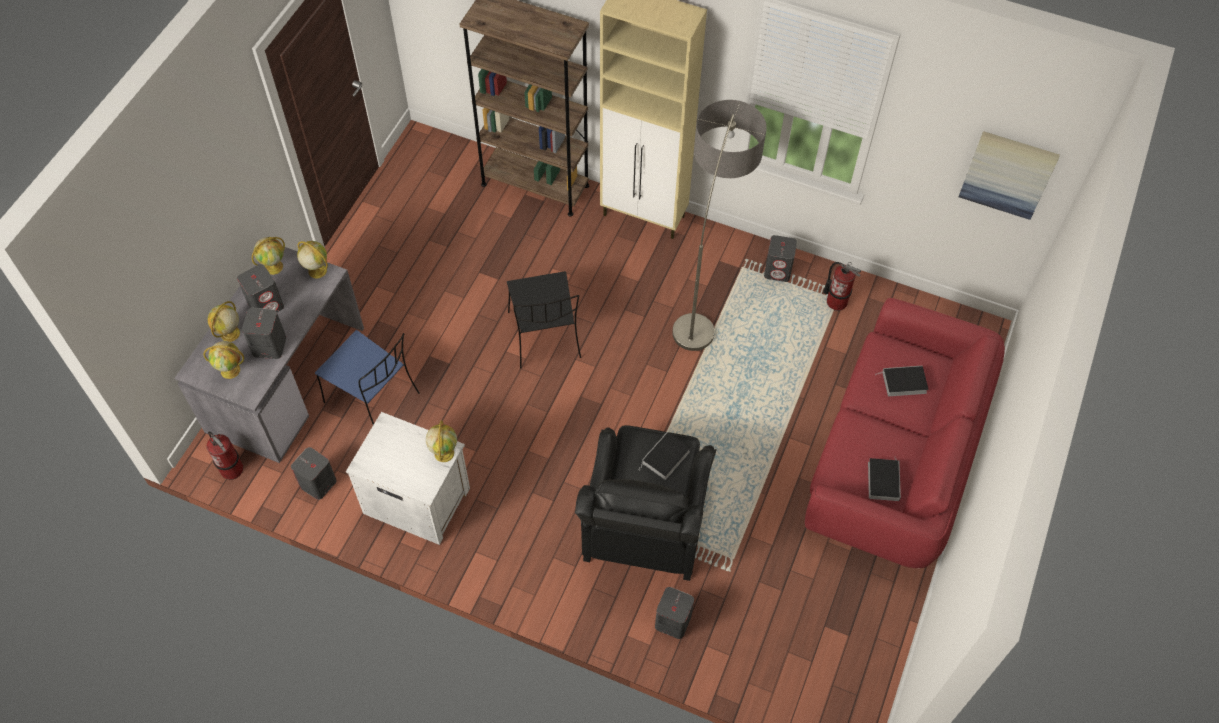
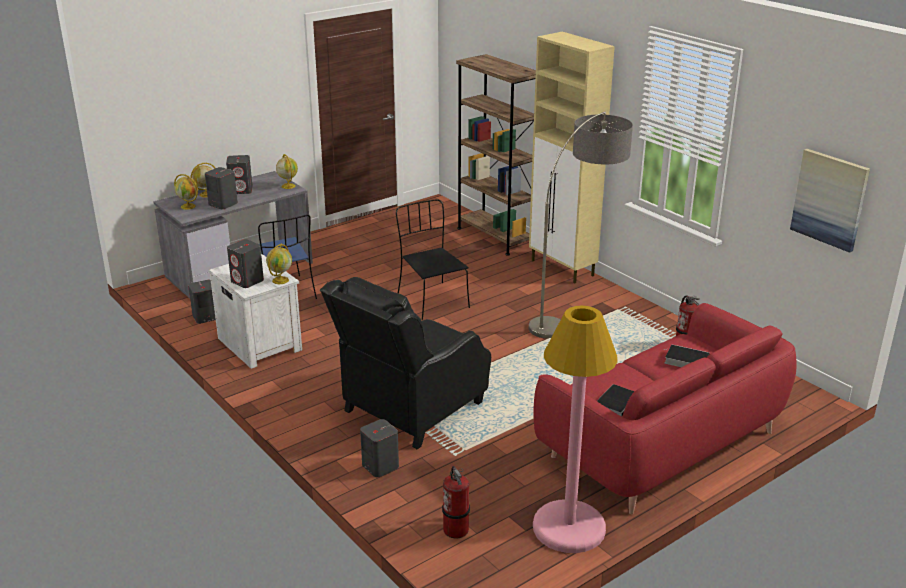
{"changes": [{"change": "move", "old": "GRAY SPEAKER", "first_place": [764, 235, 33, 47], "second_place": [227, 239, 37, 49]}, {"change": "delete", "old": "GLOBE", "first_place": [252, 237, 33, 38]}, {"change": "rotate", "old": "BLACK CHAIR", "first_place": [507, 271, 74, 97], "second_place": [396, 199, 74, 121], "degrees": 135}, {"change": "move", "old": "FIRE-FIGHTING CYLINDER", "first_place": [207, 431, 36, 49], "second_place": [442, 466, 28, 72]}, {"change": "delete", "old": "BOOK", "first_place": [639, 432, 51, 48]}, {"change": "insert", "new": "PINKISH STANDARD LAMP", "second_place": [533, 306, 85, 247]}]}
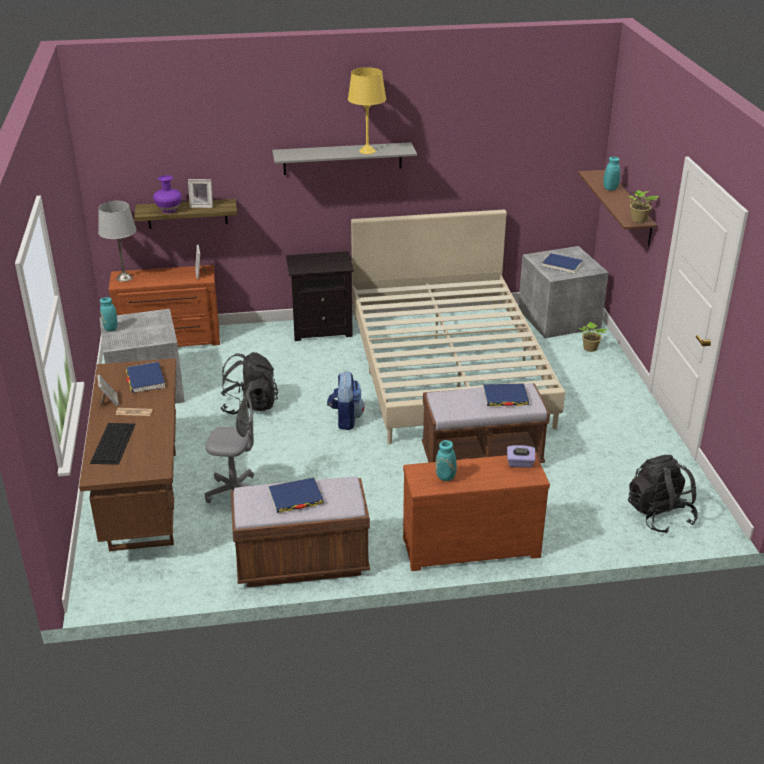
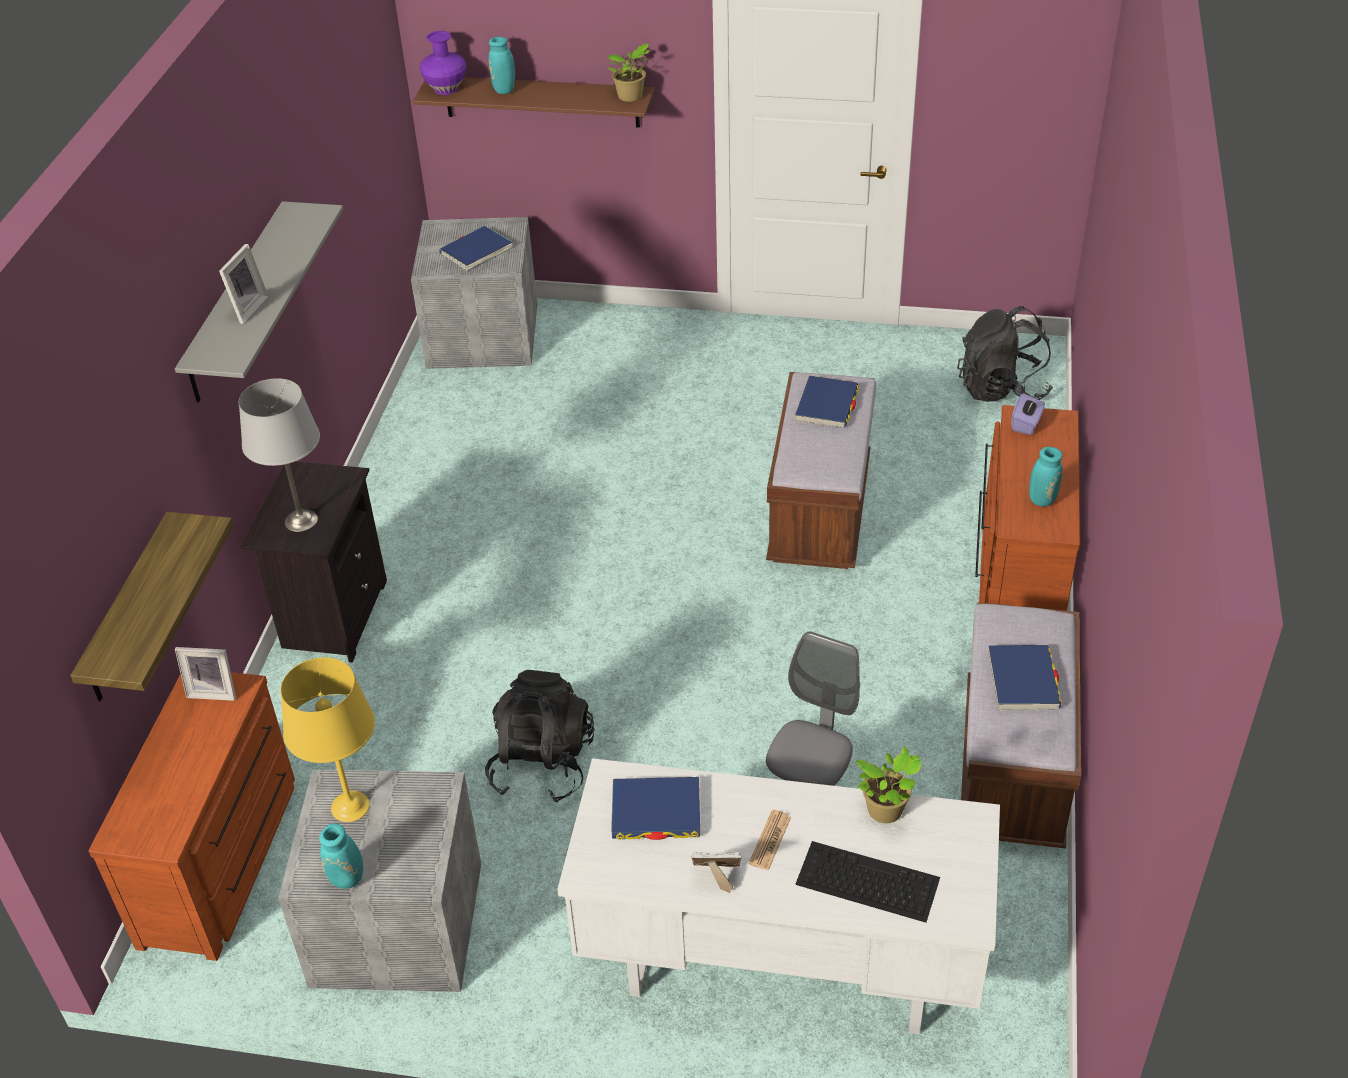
{"changes": [{"change": "move", "old": "YELLOWISH TABLE LAMP", "first_place": [348, 67, 38, 87], "second_place": [281, 657, 94, 165]}, {"change": "move", "old": "PURPLISH VASE", "first_place": [153, 175, 29, 38], "second_place": [419, 31, 47, 64]}, {"change": "move", "old": "PHOTO FRAME", "first_place": [188, 179, 25, 29], "second_place": [219, 244, 49, 80]}, {"change": "move", "old": "GRAY TABLE LAMP", "first_place": [98, 201, 39, 81], "second_place": [239, 378, 81, 154]}, {"change": "delete", "old": "SAND-COLOURED BEDROOM BED", "first_place": [351, 209, 214, 235]}, {"change": "move", "old": "POTTED PLANT", "first_place": [579, 322, 28, 30], "second_place": [856, 746, 65, 77]}, {"change": "recolor", "old": "BROWN DESK", "new": "WHITISH DESK", "first_place": [79, 358, 97, 194], "second_place": [557, 758, 443, 277]}, {"change": "delete", "old": "RUCKSACK", "first_place": [327, 372, 38, 58]}]}
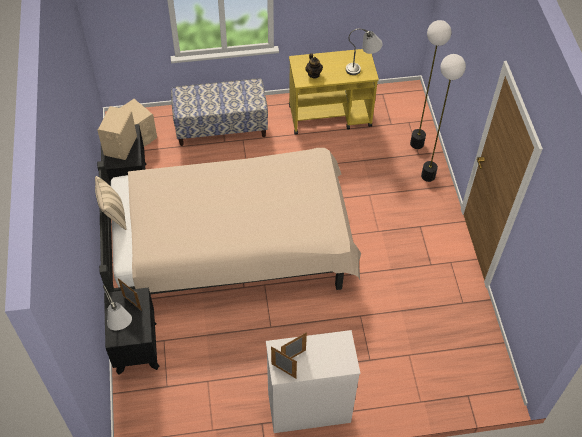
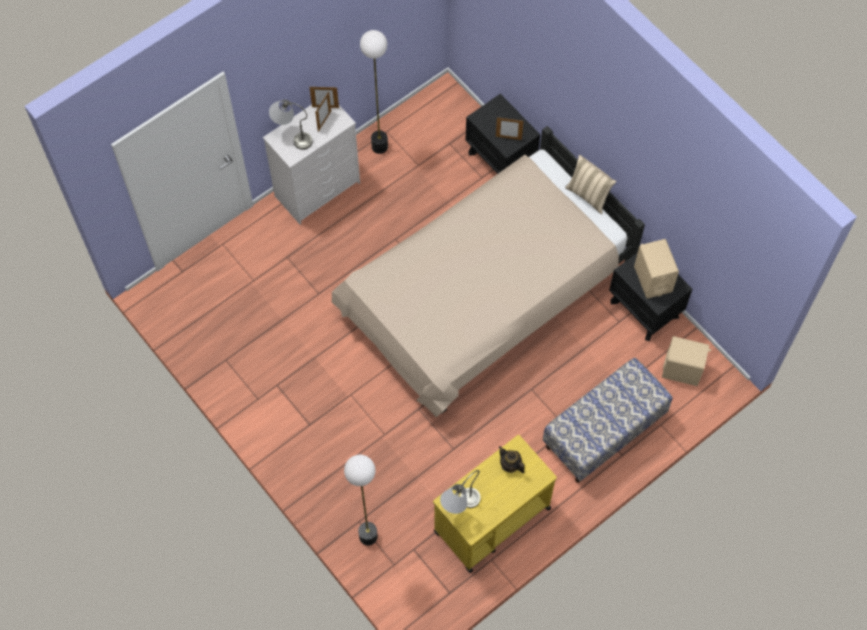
{"changes": [{"change": "move", "old": "STANDARD LAMP", "first_place": [421, 54, 45, 128], "second_place": [360, 30, 28, 124]}, {"change": "move", "old": "GRAY TABLE LAMP", "first_place": [103, 285, 29, 45], "second_place": [269, 99, 43, 51]}]}
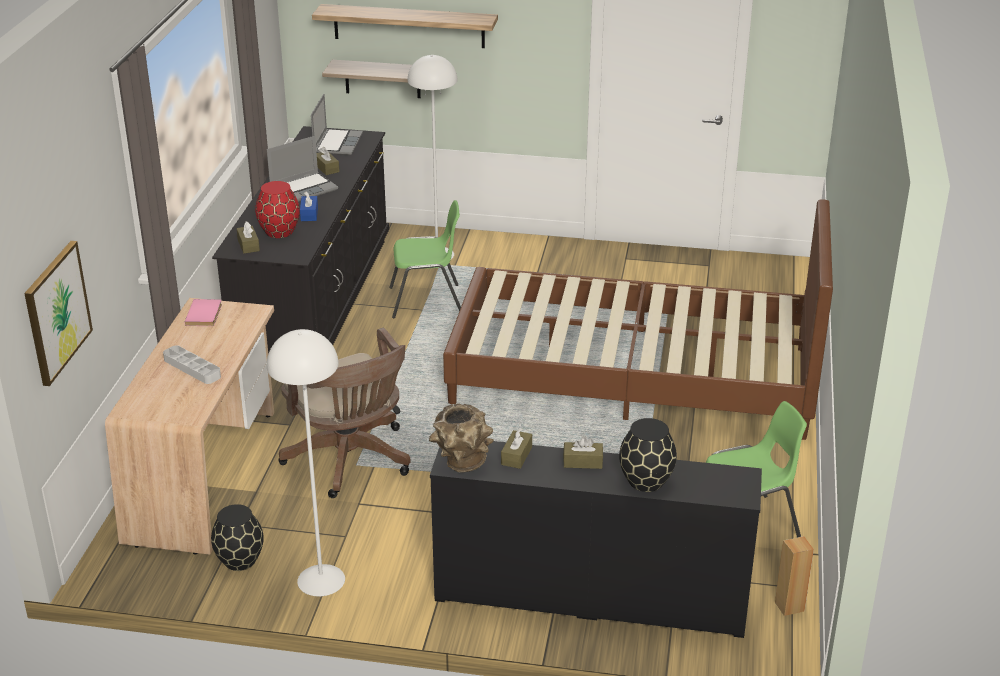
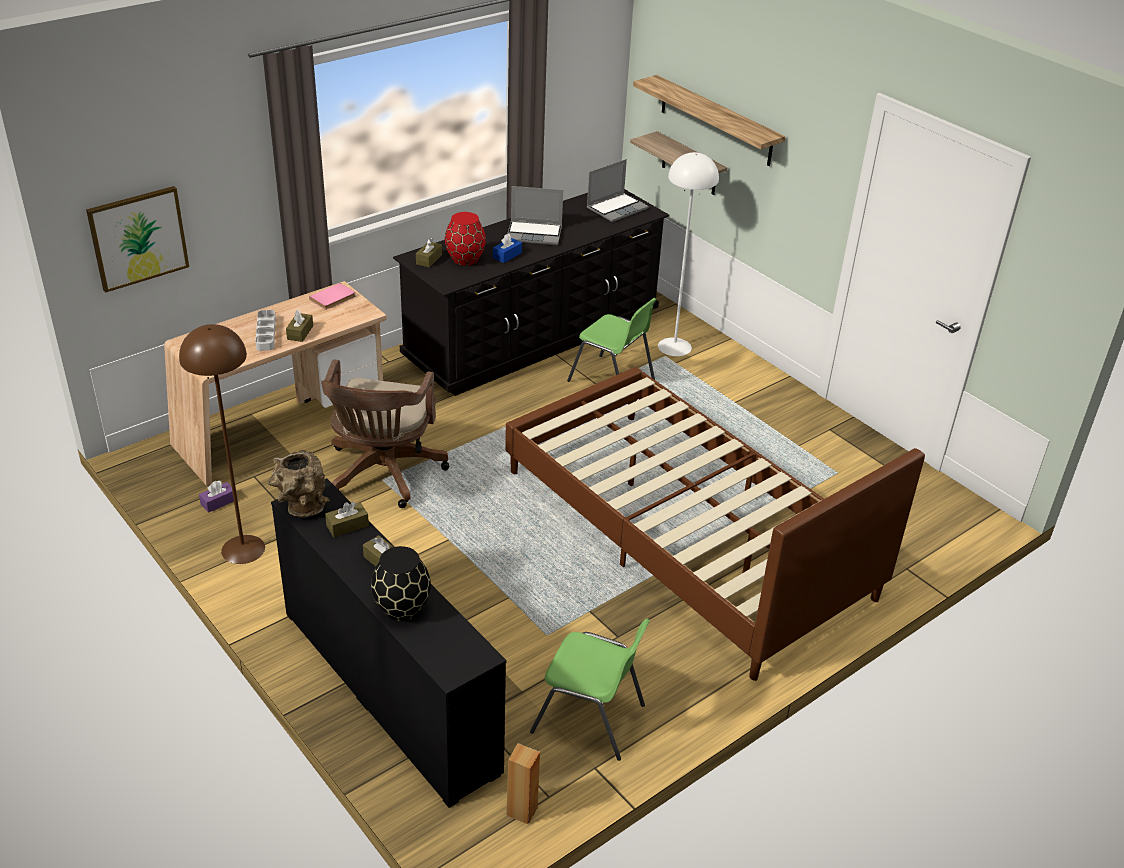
{"changes": [{"change": "move", "old": "BROWN TISSUE BOX", "first_place": [317, 147, 22, 28], "second_place": [286, 310, 27, 32]}, {"change": "recolor", "old": "WHITISH STANDARD LAMP", "new": "BROWN STANDARD LAMP", "first_place": [267, 329, 78, 267], "second_place": [179, 324, 86, 240]}, {"change": "replace", "old": "BLACK VASE", "new": "PURPLISH TISSUE BOX", "first_place": [211, 504, 53, 67], "second_place": [199, 481, 35, 32]}]}
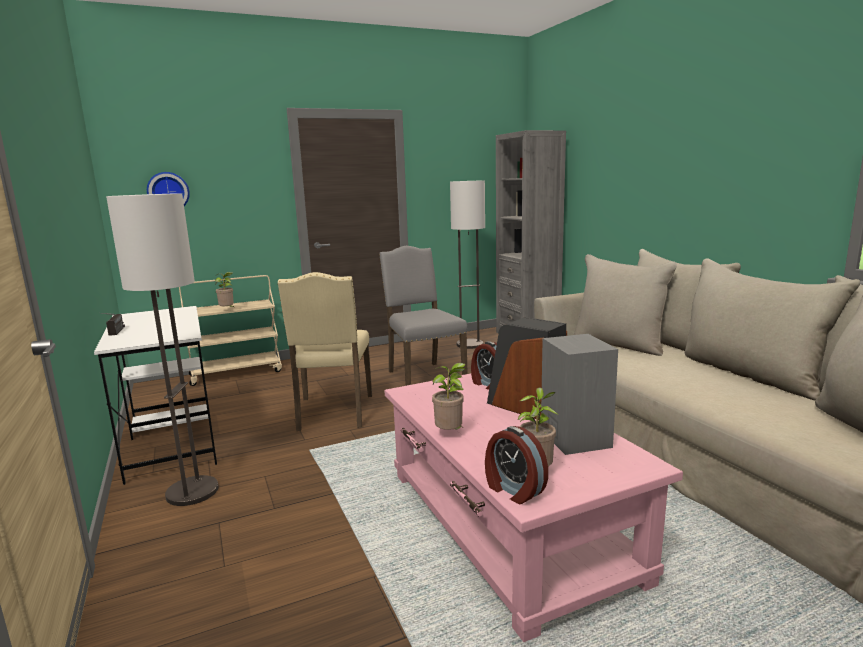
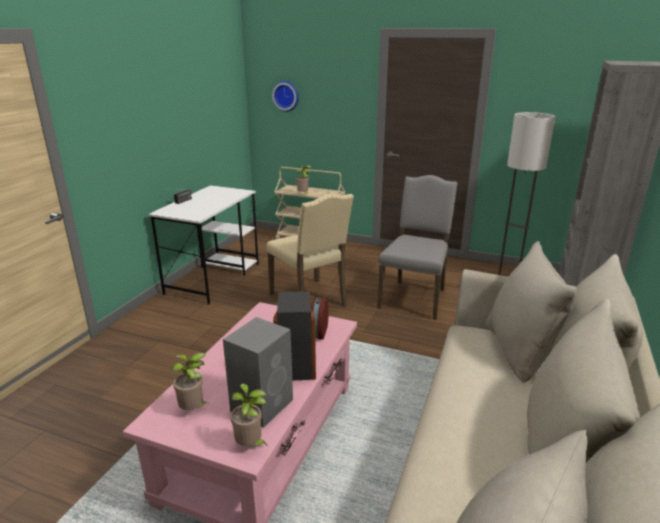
{"changes": [{"change": "delete", "old": "STANDARD LAMP", "first_place": [106, 193, 113, 313]}, {"change": "rotate", "old": "SAND-COLOURED CHAIR", "first_place": [278, 272, 94, 159], "second_place": [267, 194, 87, 113], "degrees": -75}, {"change": "move", "old": "POTTED PLANT", "first_place": [432, 363, 34, 67], "second_place": [230, 384, 38, 63]}, {"change": "delete", "old": "ALARM CLOCK", "first_place": [485, 426, 63, 78]}]}
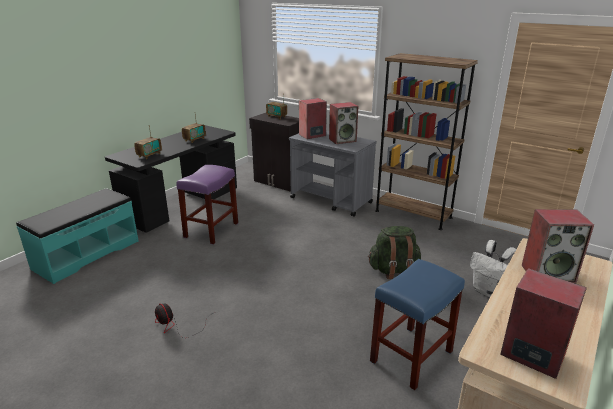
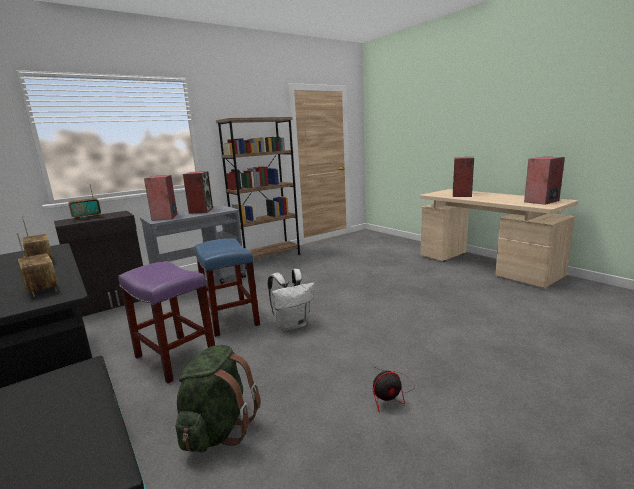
{"changes": [{"change": "move", "old": "GREEN-COLOURED RUCKSACK", "first_place": [368, 226, 53, 53], "second_place": [176, 345, 85, 107]}, {"change": "move", "old": "WHITISH RUCKSACK", "first_place": [470, 240, 46, 58], "second_place": [268, 269, 47, 62]}, {"change": "move", "old": "BLUE-COLOURED STOOL", "first_place": [370, 259, 95, 131], "second_place": [195, 238, 65, 99]}]}
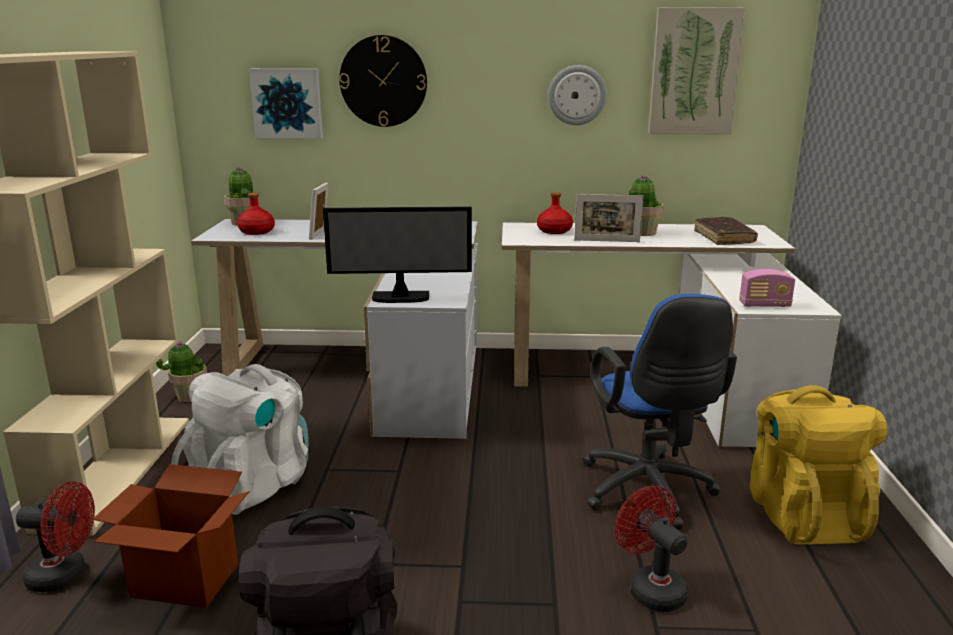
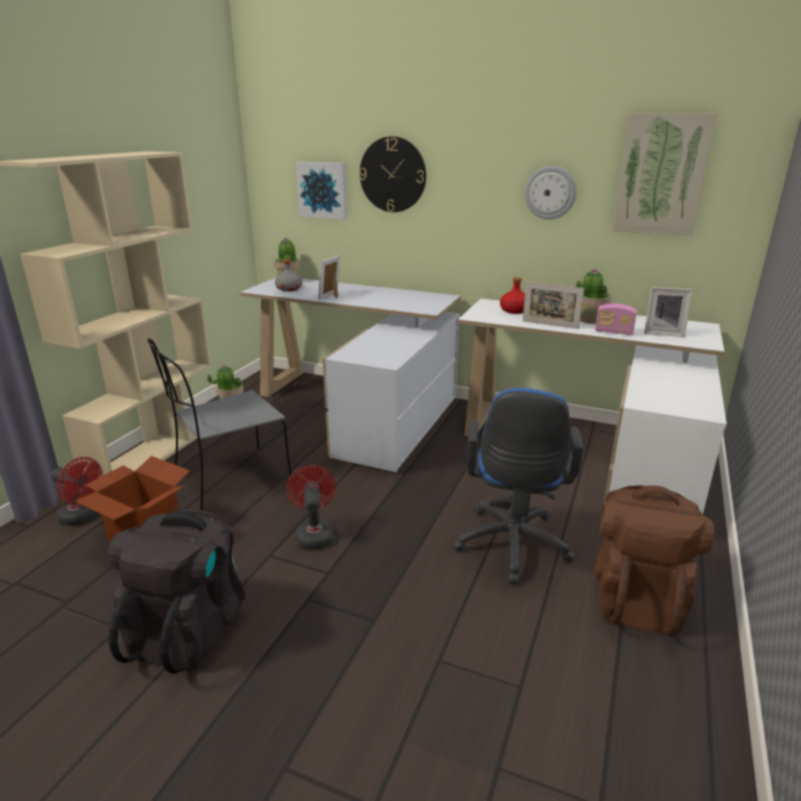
{"changes": [{"change": "recolor", "old": "RED-COLOURED BEVERAGE BOTTLE", "new": "GRAY BEVERAGE BOTTLE", "first_place": [237, 193, 38, 42], "second_place": [275, 259, 28, 33]}, {"change": "delete", "old": "COMPUTER DISPLAY", "first_place": [323, 206, 149, 97]}, {"change": "replace", "old": "BROWN BOOK", "new": "PHOTO FRAME", "first_place": [694, 217, 64, 28], "second_place": [644, 287, 49, 50]}, {"change": "move", "old": "RADIO", "first_place": [739, 269, 56, 38], "second_place": [595, 304, 42, 31]}, {"change": "replace", "old": "WHITISH RUCKSACK", "new": "GRAY CHAIR", "first_place": [171, 364, 138, 151], "second_place": [147, 338, 144, 172]}, {"change": "recolor", "old": "YELLOWISH RUCKSACK", "new": "BROWN RUCKSACK", "first_place": [750, 385, 137, 159], "second_place": [594, 485, 120, 152]}, {"change": "move", "old": "RED-COLOURED ELECTRIC FAN", "first_place": [615, 486, 73, 126], "second_place": [286, 465, 50, 85]}]}
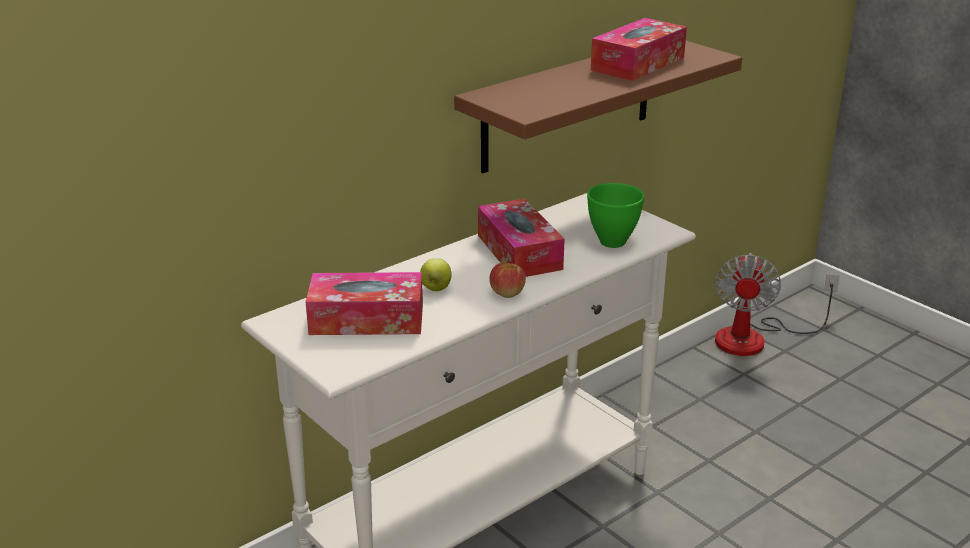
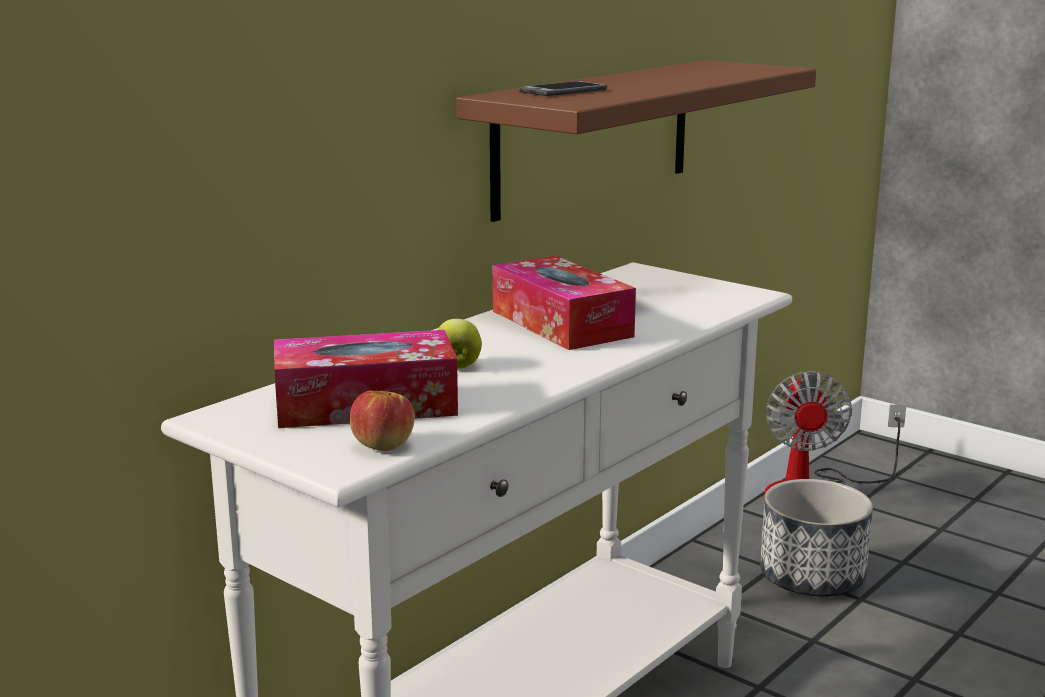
{"changes": [{"change": "delete", "old": "TISSUE BOX", "first_place": [591, 18, 96, 63]}, {"change": "delete", "old": "GREEN-COLOURED DEEP DISH", "first_place": [587, 183, 57, 65]}, {"change": "move", "old": "APPLE FRUIT", "first_place": [489, 263, 37, 35], "second_place": [349, 391, 66, 60]}, {"change": "insert", "new": "TELEPHONE", "second_place": [519, 81, 88, 15]}, {"change": "insert", "new": "FLOWER POT", "second_place": [760, 479, 113, 117]}]}
